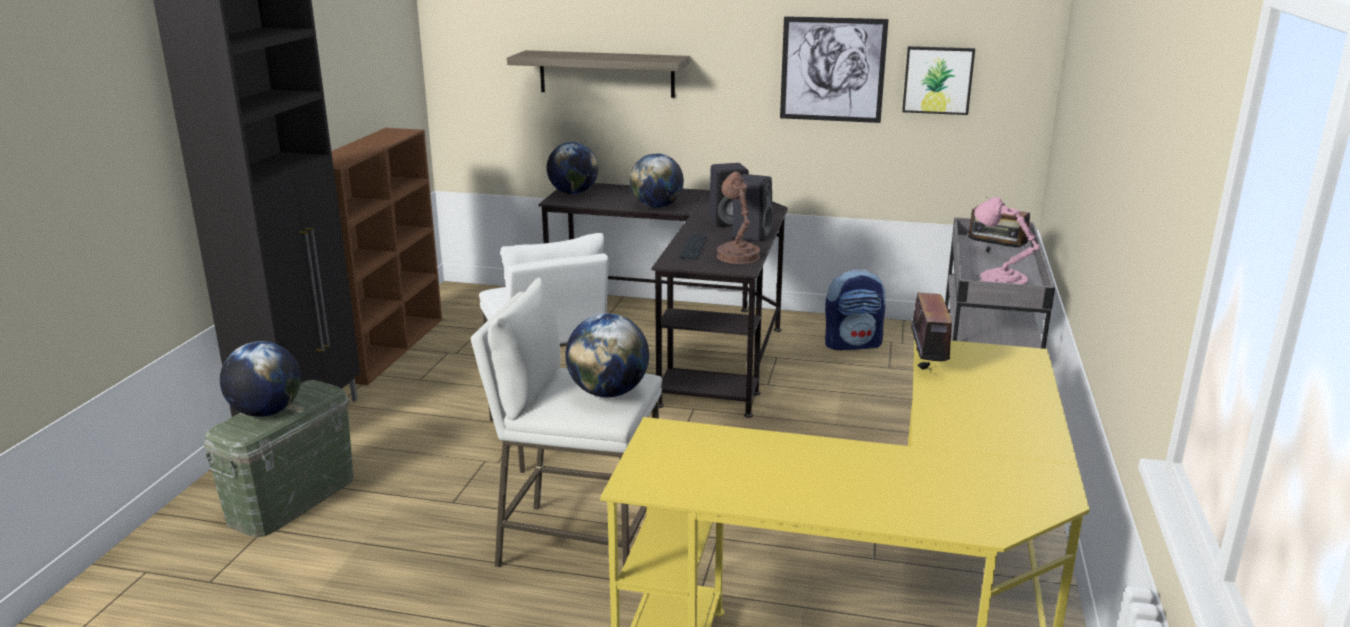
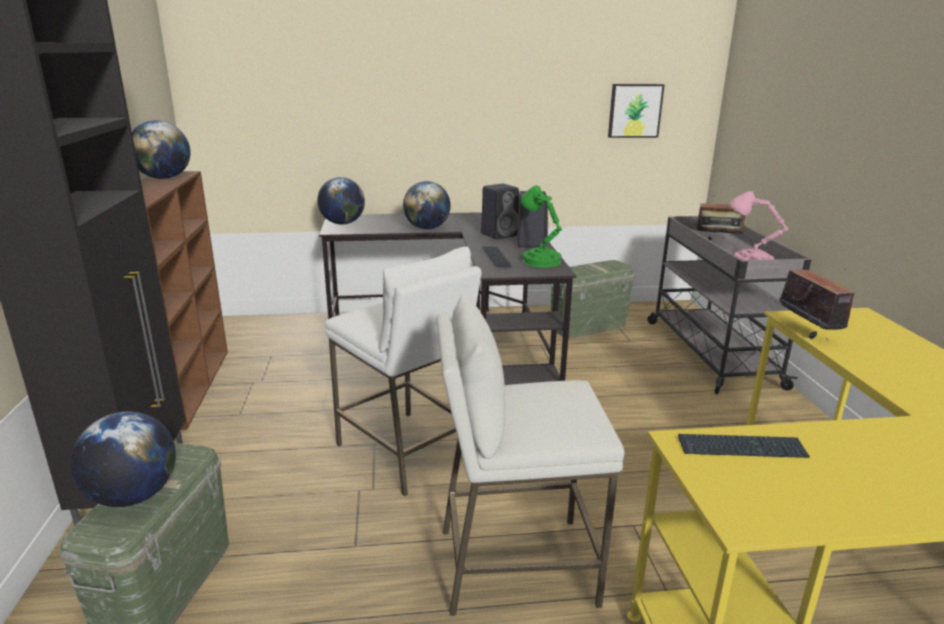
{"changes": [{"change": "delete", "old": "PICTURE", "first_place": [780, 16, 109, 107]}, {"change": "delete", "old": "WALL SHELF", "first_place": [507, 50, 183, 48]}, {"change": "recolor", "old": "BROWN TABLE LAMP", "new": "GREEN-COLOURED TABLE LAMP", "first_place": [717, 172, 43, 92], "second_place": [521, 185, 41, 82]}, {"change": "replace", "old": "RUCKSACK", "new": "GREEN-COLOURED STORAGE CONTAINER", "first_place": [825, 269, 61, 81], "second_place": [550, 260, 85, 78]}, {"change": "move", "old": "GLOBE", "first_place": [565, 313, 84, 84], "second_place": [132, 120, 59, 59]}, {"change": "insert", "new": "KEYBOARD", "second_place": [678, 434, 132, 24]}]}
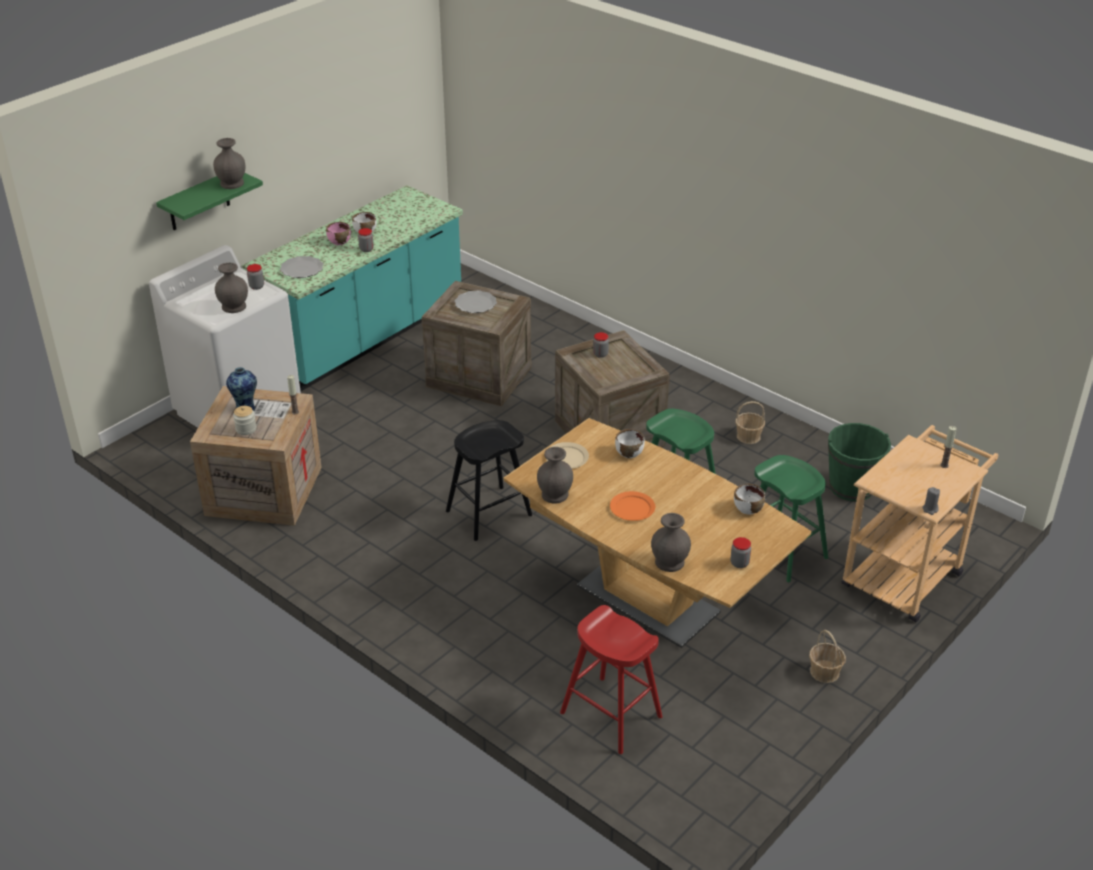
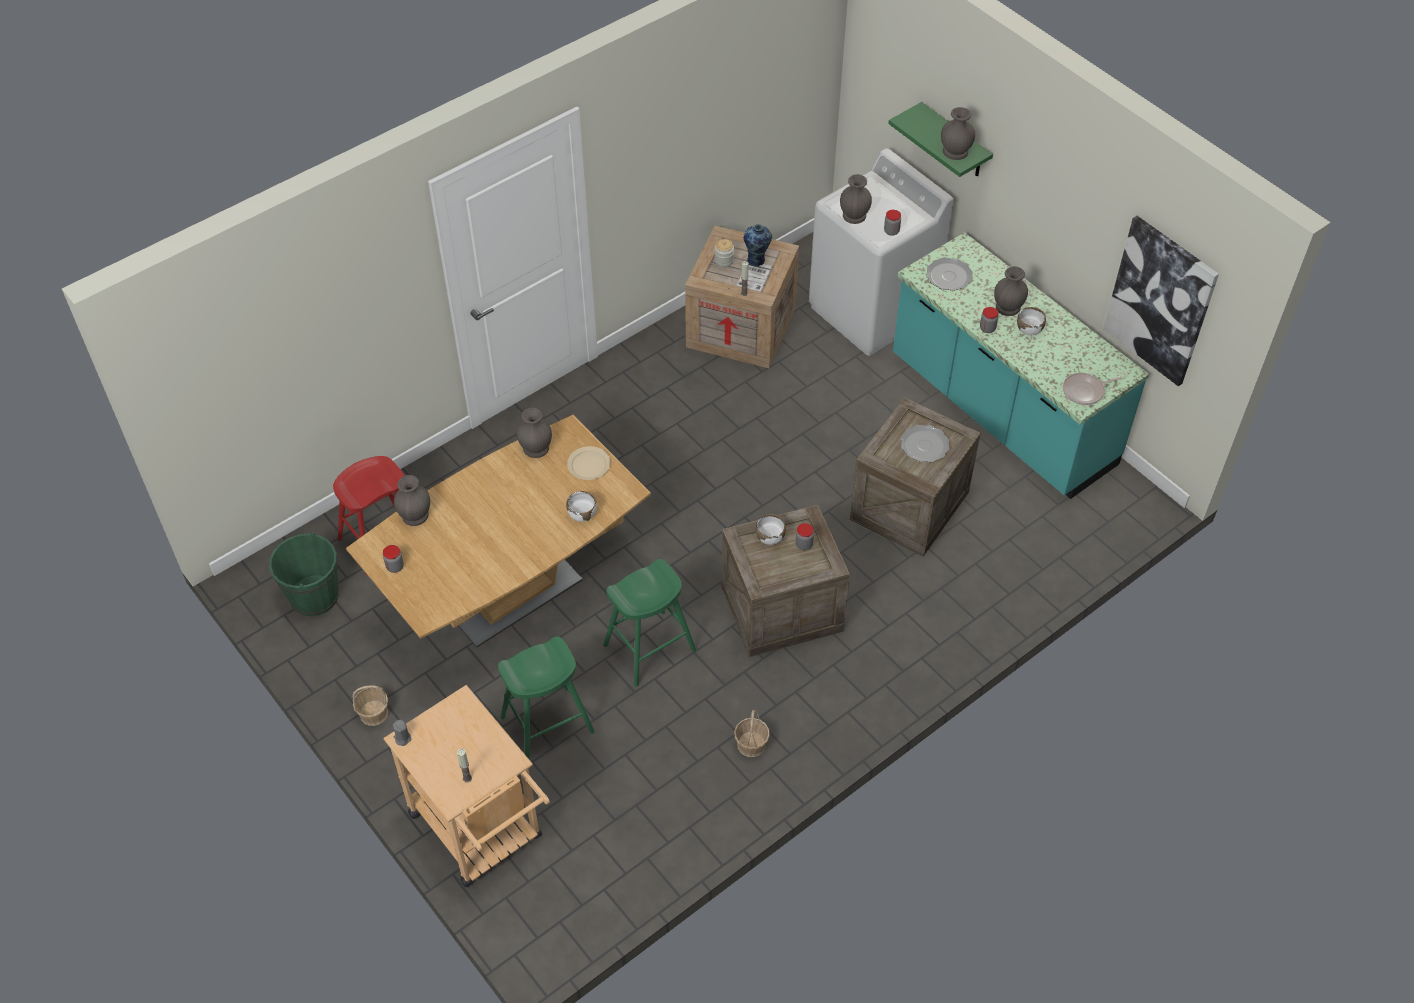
{"changes": [{"change": "replace", "old": "PINKISH DEEP DISH", "new": "GRAY VASE", "first_place": [326, 222, 25, 23], "second_place": [994, 266, 34, 50]}, {"change": "delete", "old": "BLACK STOOL", "first_place": [446, 420, 86, 121]}, {"change": "move", "old": "GREEN-COLOURED PAIL", "first_place": [828, 423, 63, 78], "second_place": [269, 532, 70, 84]}, {"change": "move", "old": "WHITISH DEEP DISH", "first_place": [734, 484, 31, 31], "second_place": [756, 514, 30, 31]}, {"change": "delete", "old": "ORANGE-COLOURED PLATE", "first_place": [610, 491, 45, 30]}, {"change": "insert", "new": "PICTURE", "second_place": [1103, 216, 116, 170]}, {"change": "insert", "new": "SKILLET", "second_place": [1063, 373, 60, 32]}]}
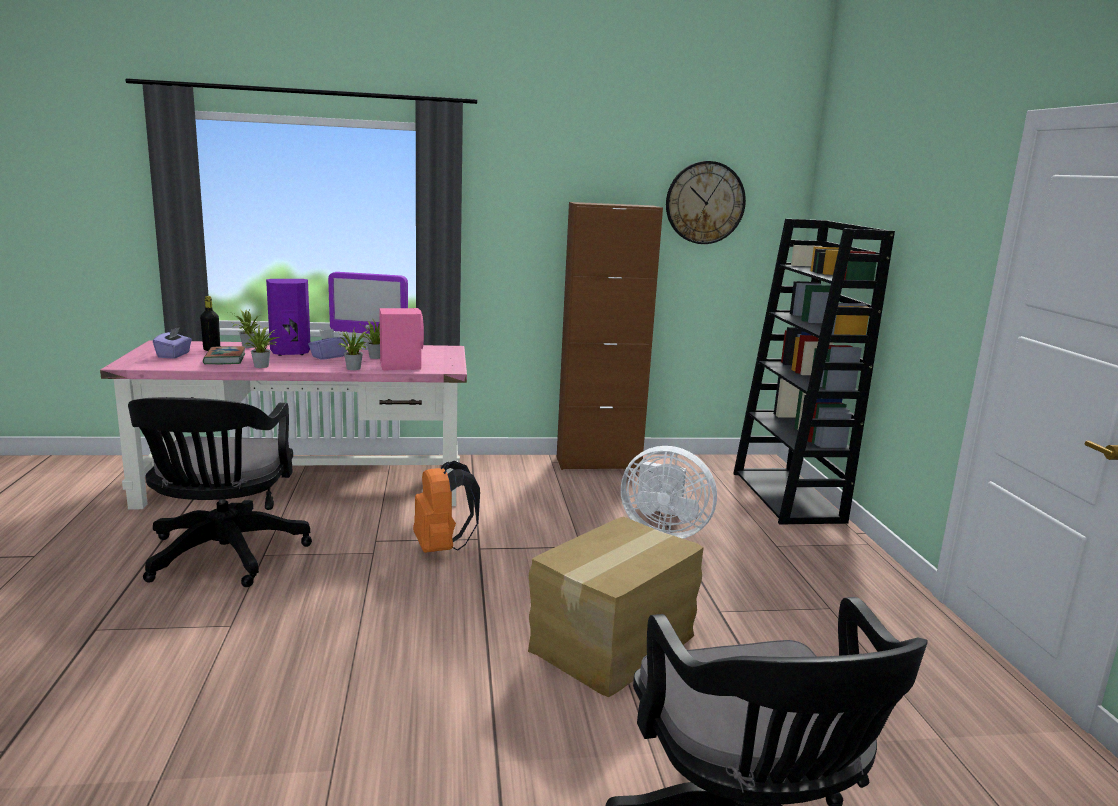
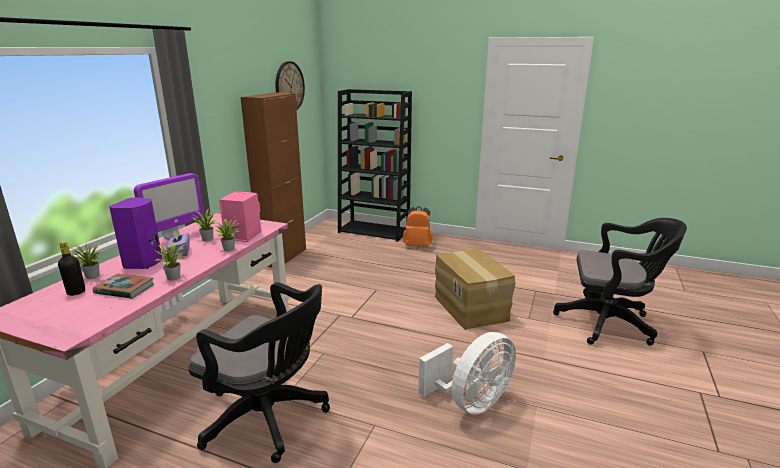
{"changes": [{"change": "delete", "old": "PURPLISH TISSUE BOX", "first_place": [153, 327, 39, 32]}, {"change": "move", "old": "WHITISH ELECTRIC FAN", "first_place": [621, 446, 96, 93], "second_place": [418, 332, 98, 83]}, {"change": "move", "old": "ORANGE-COLOURED RUCKSACK", "first_place": [413, 461, 67, 92], "second_place": [403, 206, 30, 41]}]}
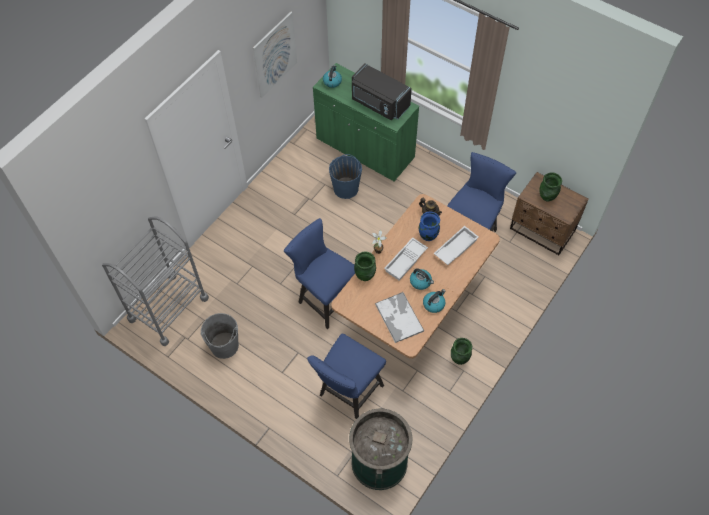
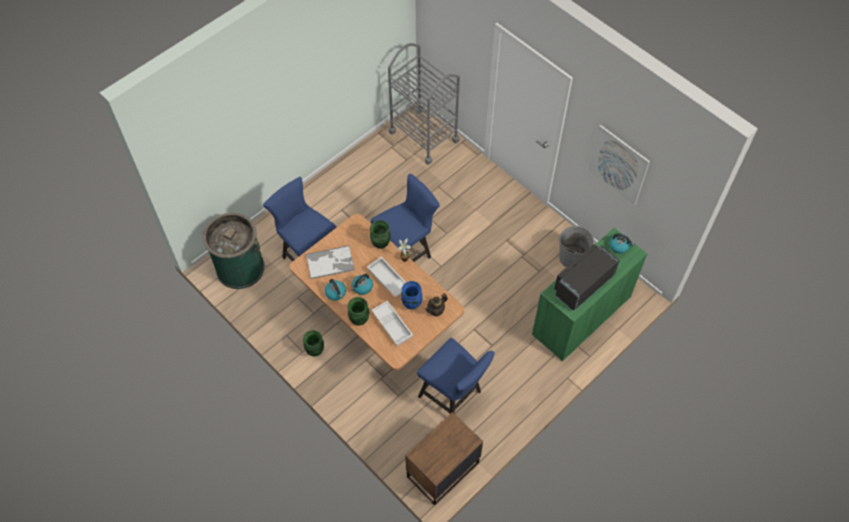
{"changes": [{"change": "delete", "old": "BLUE-COLOURED PAIL", "first_place": [329, 154, 33, 45]}, {"change": "move", "old": "GREEN-COLOURED VASE", "first_place": [539, 172, 23, 30], "second_place": [348, 297, 21, 29]}, {"change": "move", "old": "GRAY PAIL", "first_place": [201, 313, 38, 46], "second_place": [558, 225, 36, 42]}]}
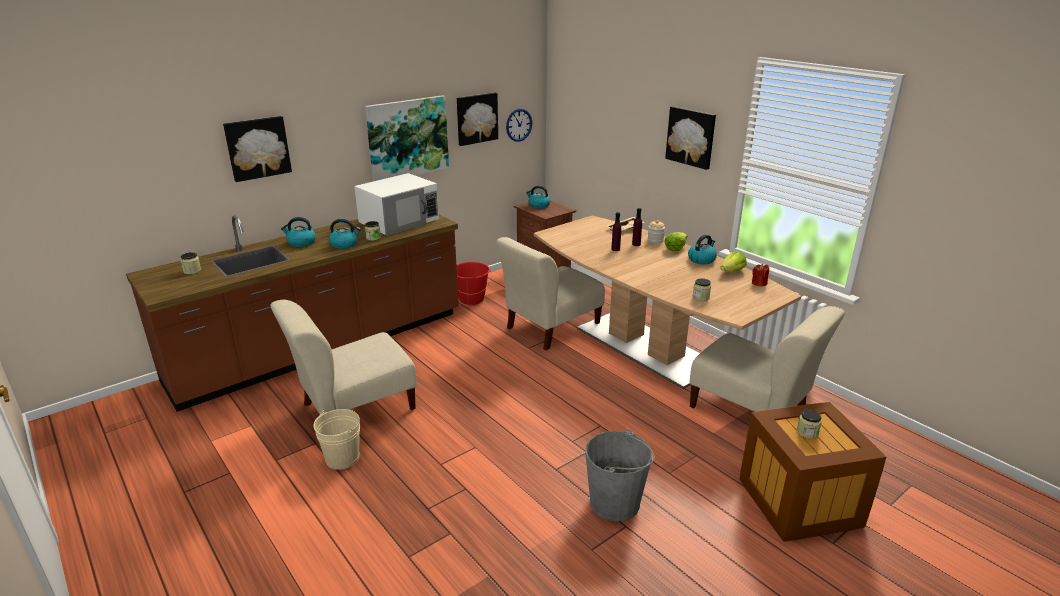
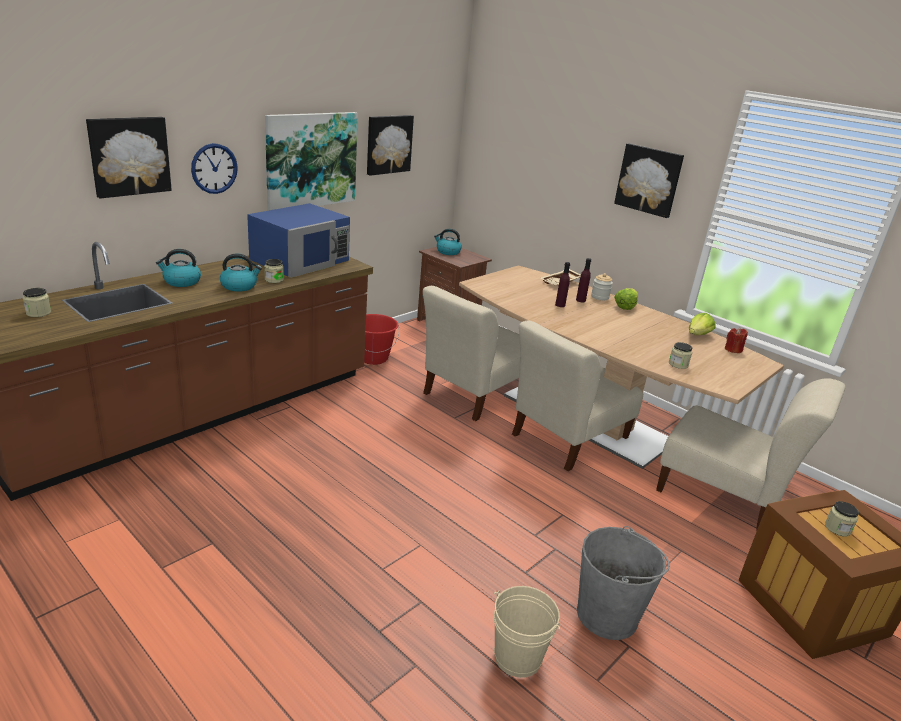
{"changes": [{"change": "move", "old": "CLOCK ON THE WALL", "first_place": [506, 109, 26, 33], "second_place": [191, 143, 47, 51]}, {"change": "recolor", "old": "WHITISH KITCHEN MICROWAVE", "new": "BLUE-COLOURED KITCHEN MICROWAVE", "first_place": [354, 173, 85, 63], "second_place": [247, 203, 103, 75]}, {"change": "delete", "old": "TEA KETTLE", "first_place": [688, 235, 29, 30]}, {"change": "move", "old": "SAND-COLOURED CHAIR", "first_place": [270, 300, 147, 115], "second_place": [512, 321, 131, 150]}, {"change": "move", "old": "SAND-COLOURED PAIL", "first_place": [314, 409, 46, 61], "second_place": [493, 586, 67, 92]}]}
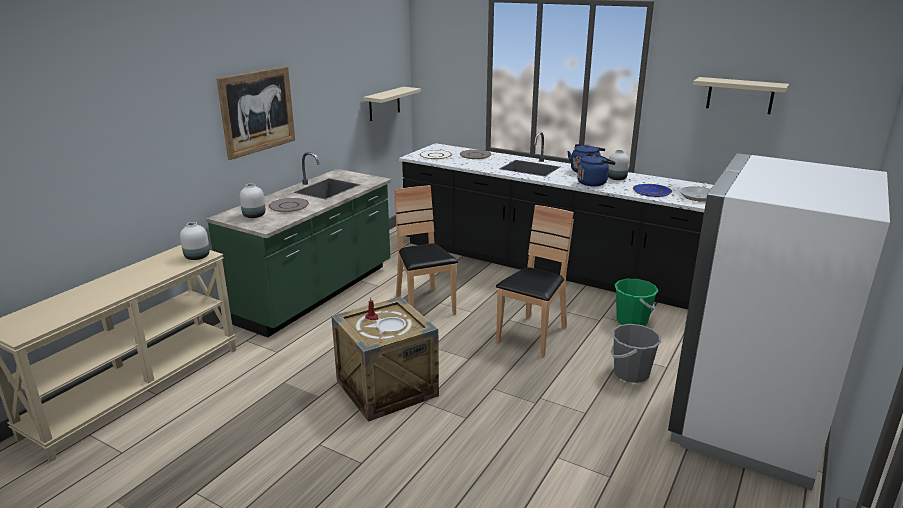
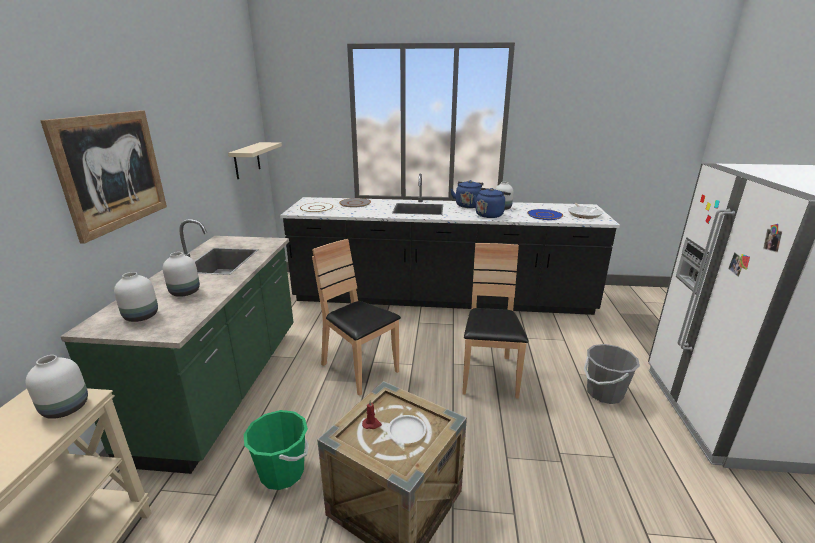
{"changes": [{"change": "delete", "old": "SAND-COLOURED WALL SHELF", "first_place": [693, 77, 96, 37]}, {"change": "replace", "old": "GRAY PLATE", "new": "WHITISH VASE", "first_place": [269, 198, 40, 14], "second_place": [163, 252, 37, 45]}, {"change": "move", "old": "GREEN-COLOURED PAIL", "first_place": [615, 279, 43, 47], "second_place": [244, 410, 65, 80]}]}
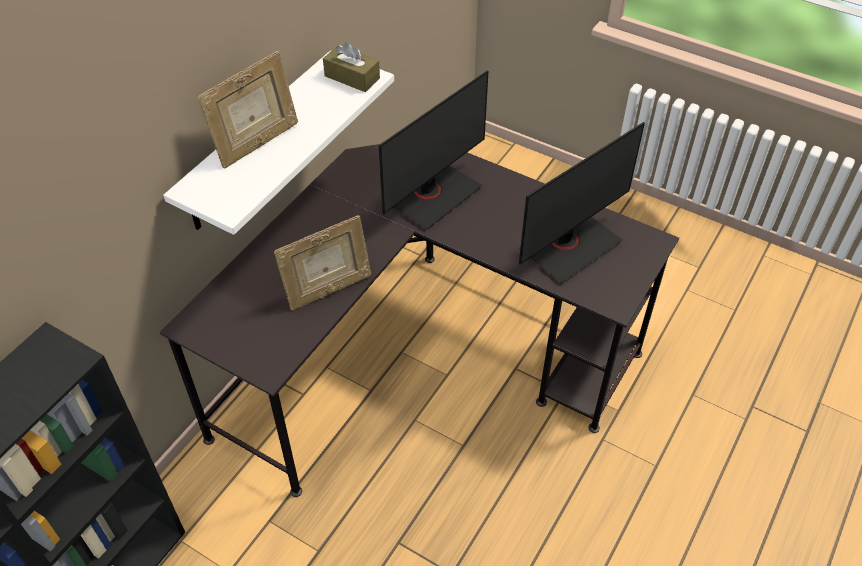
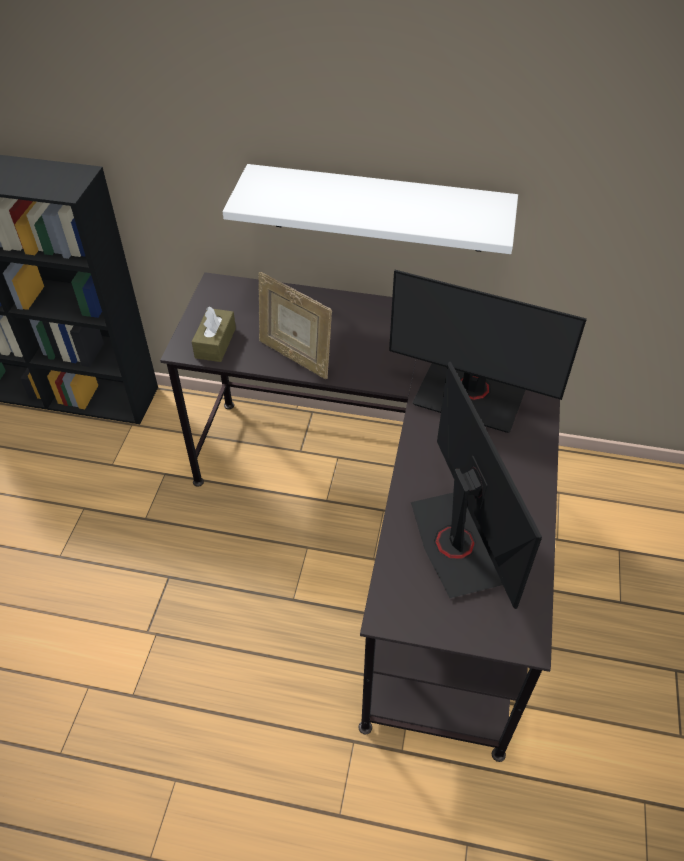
{"changes": [{"change": "move", "old": "BROWN TISSUE BOX", "first_place": [323, 42, 57, 50], "second_place": [192, 306, 44, 56]}, {"change": "delete", "old": "PHOTO FRAME", "first_place": [198, 51, 100, 117]}, {"change": "rotate", "old": "COMPUTER DISPLAY", "first_place": [518, 122, 127, 161], "second_place": [411, 362, 131, 247], "degrees": -135}]}
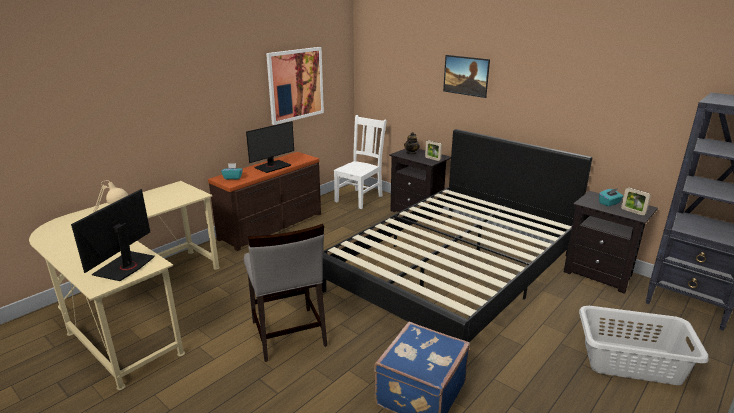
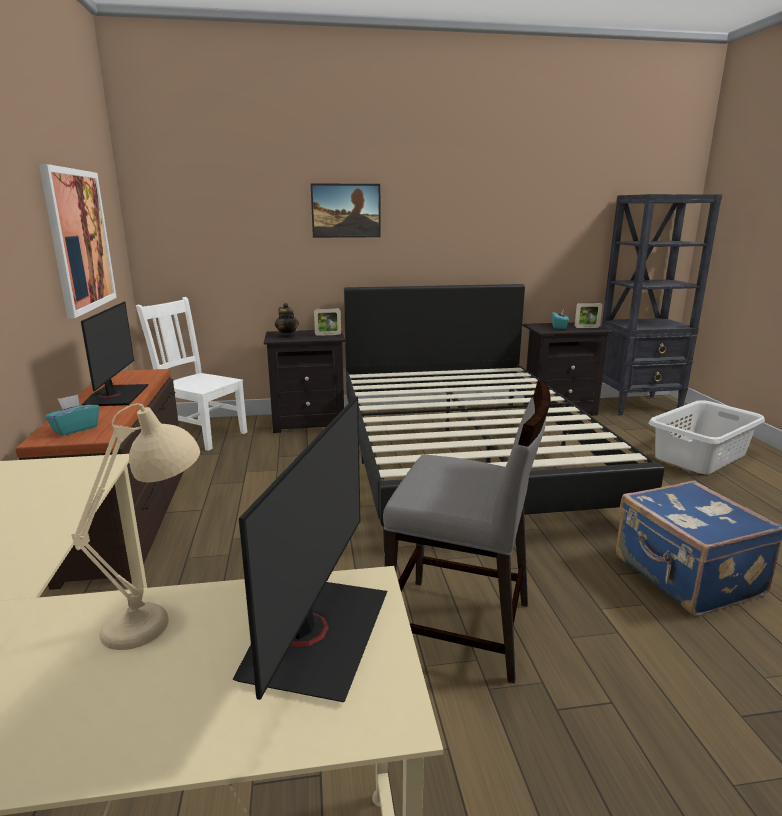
{"changes": [{"change": "rotate", "old": "WHITISH CHAIR", "first_place": [334, 115, 53, 94], "second_place": [136, 297, 111, 154], "degrees": -45}, {"change": "rotate", "old": "COMPUTER DISPLAY", "first_place": [71, 189, 83, 92], "second_place": [232, 396, 155, 306], "degrees": -135}]}
